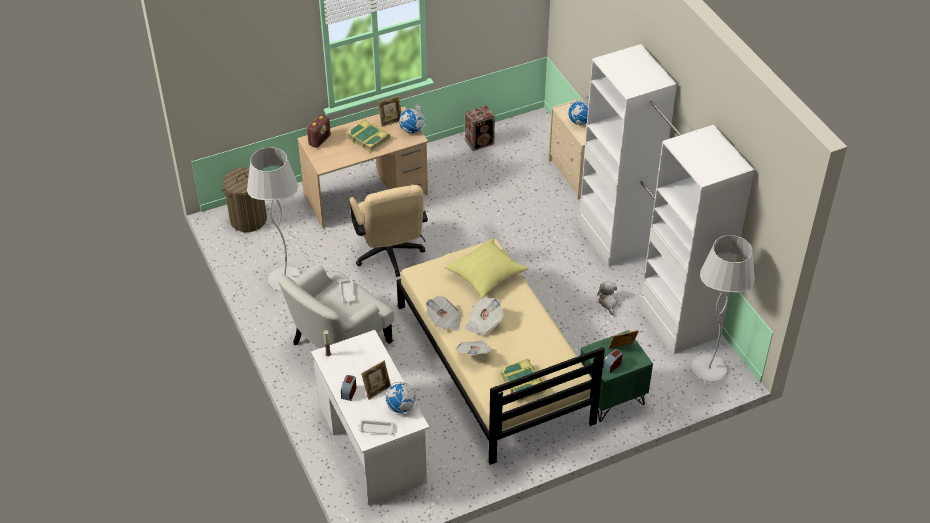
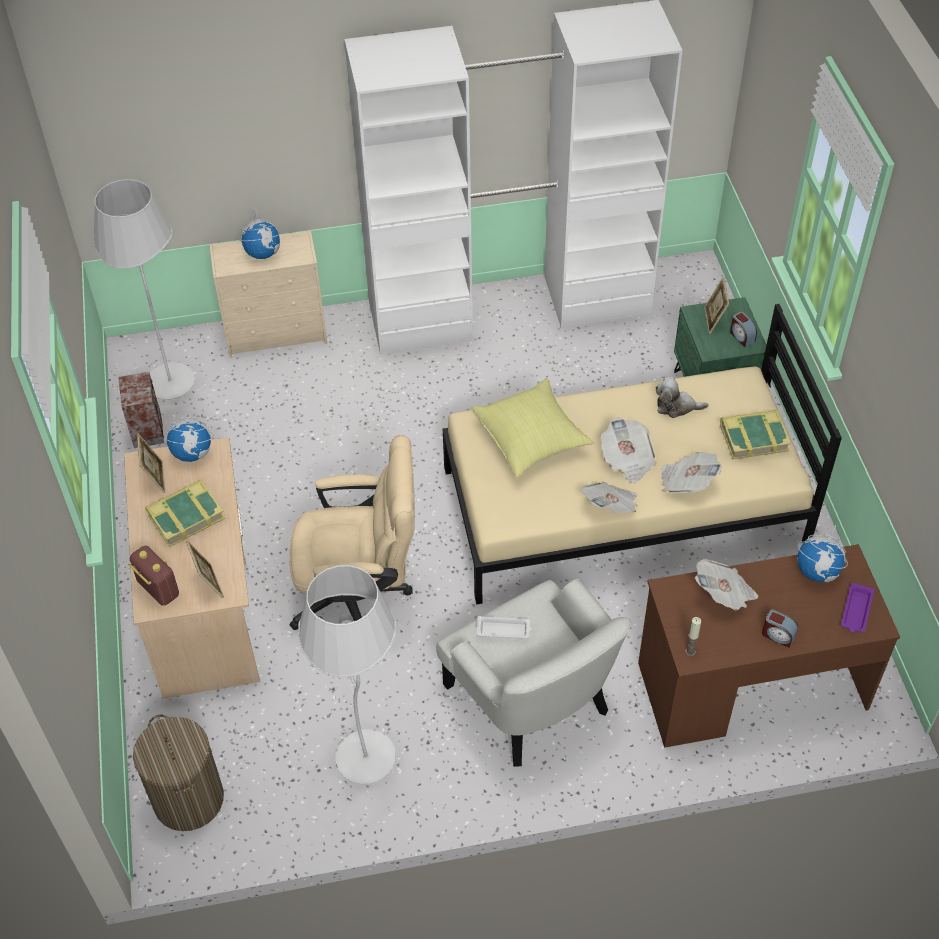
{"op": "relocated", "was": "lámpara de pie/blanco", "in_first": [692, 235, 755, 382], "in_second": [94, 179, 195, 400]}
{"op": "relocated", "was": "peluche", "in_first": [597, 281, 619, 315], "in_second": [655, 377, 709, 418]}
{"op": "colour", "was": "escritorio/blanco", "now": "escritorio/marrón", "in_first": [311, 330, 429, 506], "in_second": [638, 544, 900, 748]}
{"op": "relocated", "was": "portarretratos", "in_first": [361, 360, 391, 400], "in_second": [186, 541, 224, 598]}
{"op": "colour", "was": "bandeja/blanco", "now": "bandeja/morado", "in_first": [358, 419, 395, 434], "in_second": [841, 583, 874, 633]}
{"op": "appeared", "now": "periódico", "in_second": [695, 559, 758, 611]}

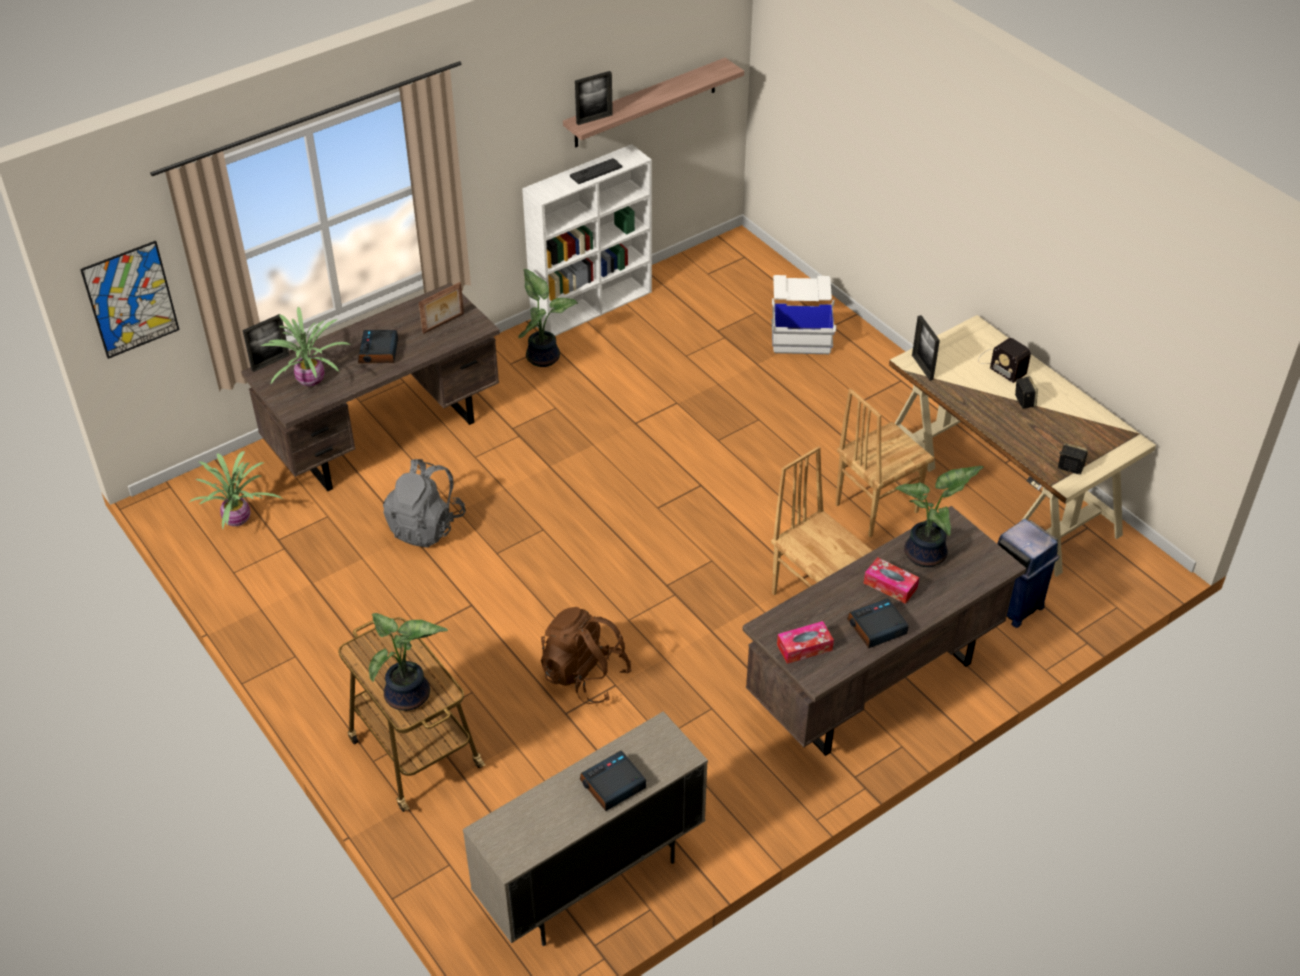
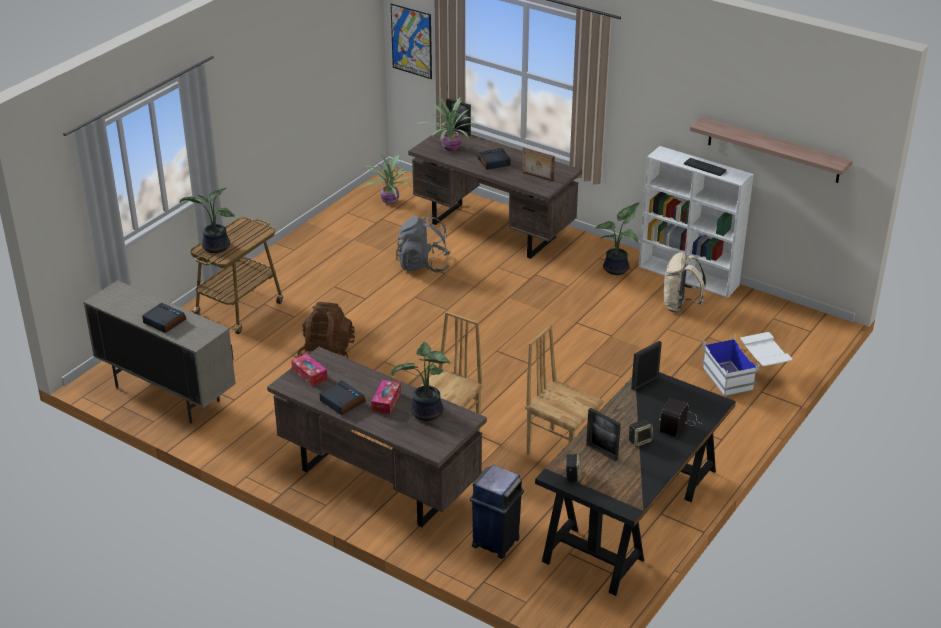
{"op": "relocated", "was": "portarretratos", "in_first": [575, 71, 613, 125], "in_second": [586, 408, 621, 461]}
{"op": "colour", "was": "escritorio/beis", "now": "escritorio/negro", "in_first": [889, 315, 1156, 577], "in_second": [535, 372, 736, 596]}
{"op": "appeared", "now": "mochila/beis", "in_second": [664, 252, 706, 312]}

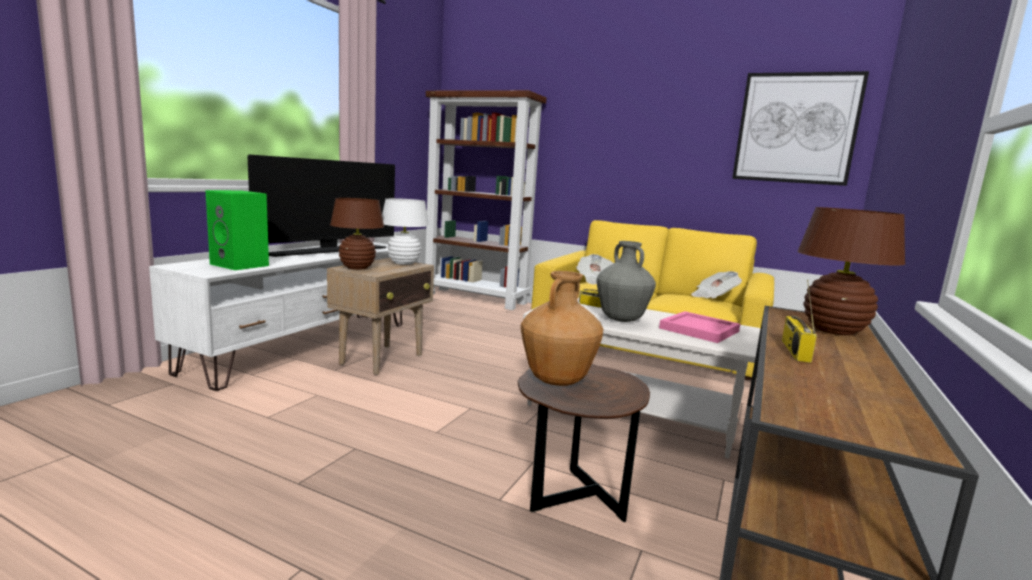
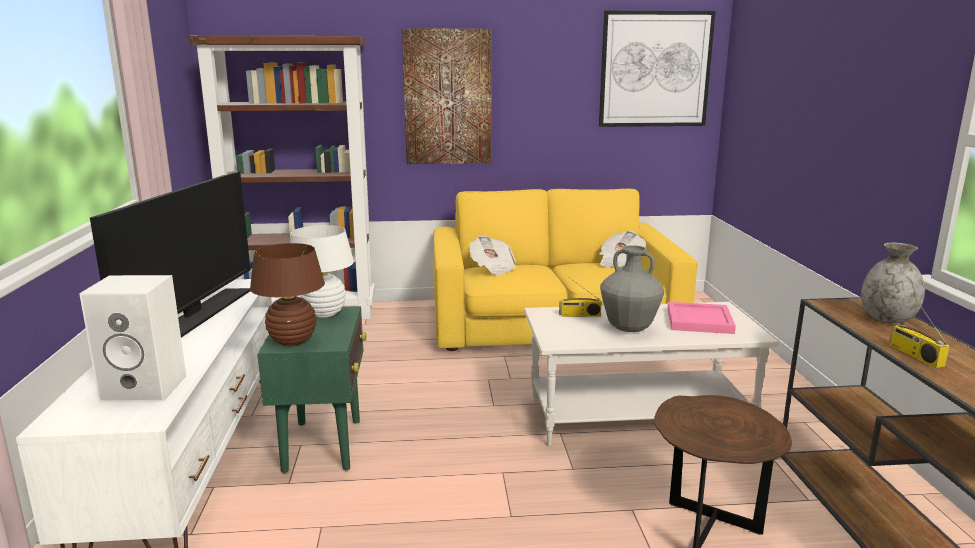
{"op": "colour", "was": "altavoz/verde", "now": "altavoz/blanco", "in_first": [206, 190, 269, 270], "in_second": [79, 275, 186, 402]}
{"op": "exchanged", "was": "lámpara de mesa/marrón", "now": "florero/gris", "in_first": [798, 207, 905, 335], "in_second": [861, 243, 925, 323]}
{"op": "colour", "was": "mesa auxiliar/beis", "now": "mesa auxiliar/verde", "in_first": [327, 258, 434, 375], "in_second": [257, 306, 366, 473]}
{"op": "missing", "was": "florero/marrón", "in_first": [521, 271, 603, 386]}
{"op": "appeared", "now": "cuadro", "in_second": [402, 28, 491, 164]}

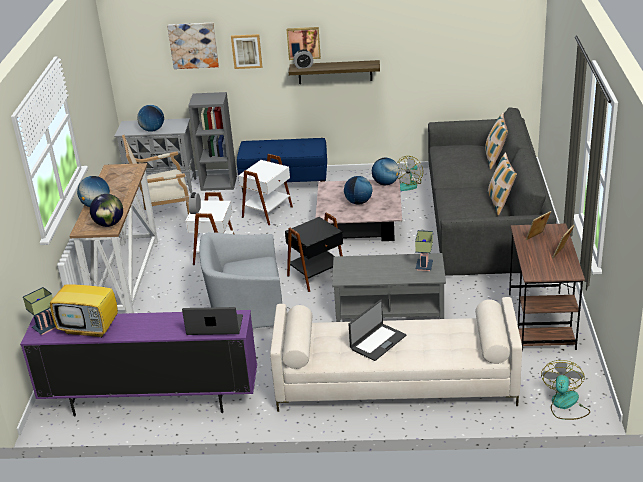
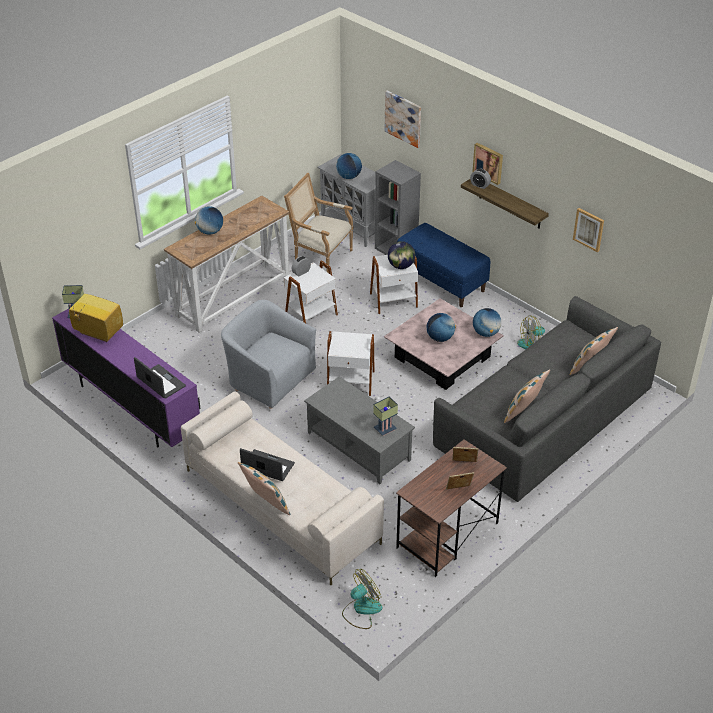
{"op": "relocated", "was": "cuadro", "in_first": [231, 34, 262, 69], "in_second": [573, 208, 604, 252]}
{"op": "relocated", "was": "globo terráqueo", "in_first": [90, 194, 123, 227], "in_second": [388, 241, 415, 269]}
{"op": "colour", "was": "mesa auxiliar/negro", "now": "mesa auxiliar/blanco", "in_first": [285, 212, 343, 292], "in_second": [327, 331, 375, 396]}
{"op": "spun", "was": "televisor", "in_first": [50, 267, 118, 338], "in_second": [69, 294, 123, 342], "clockwise": 150}
{"op": "spun", "was": "portátil", "in_first": [349, 300, 406, 361], "in_second": [240, 448, 295, 481], "clockwise": -150}
{"op": "appeared", "now": "cojín", "in_second": [238, 462, 290, 515]}

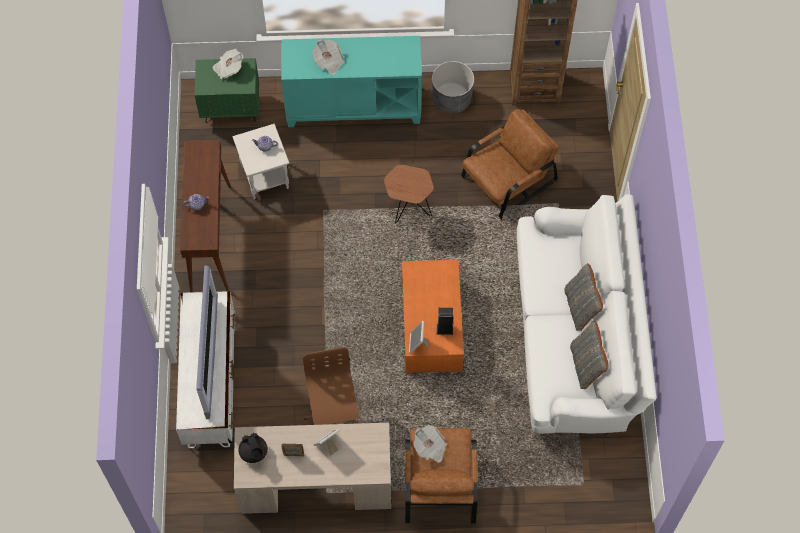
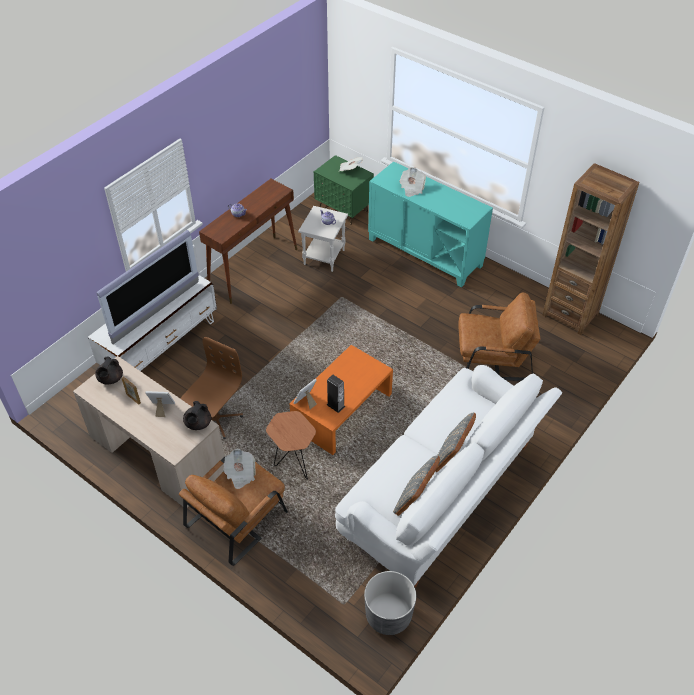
{"op": "relocated", "was": "maceta/gris", "in_first": [432, 61, 474, 114], "in_second": [364, 571, 416, 635]}
{"op": "relocated", "was": "mesa auxiliar/marrón", "in_first": [384, 165, 434, 223], "in_second": [266, 411, 316, 480]}
{"op": "appeared", "now": "tetera/negro", "in_second": [183, 401, 211, 430]}

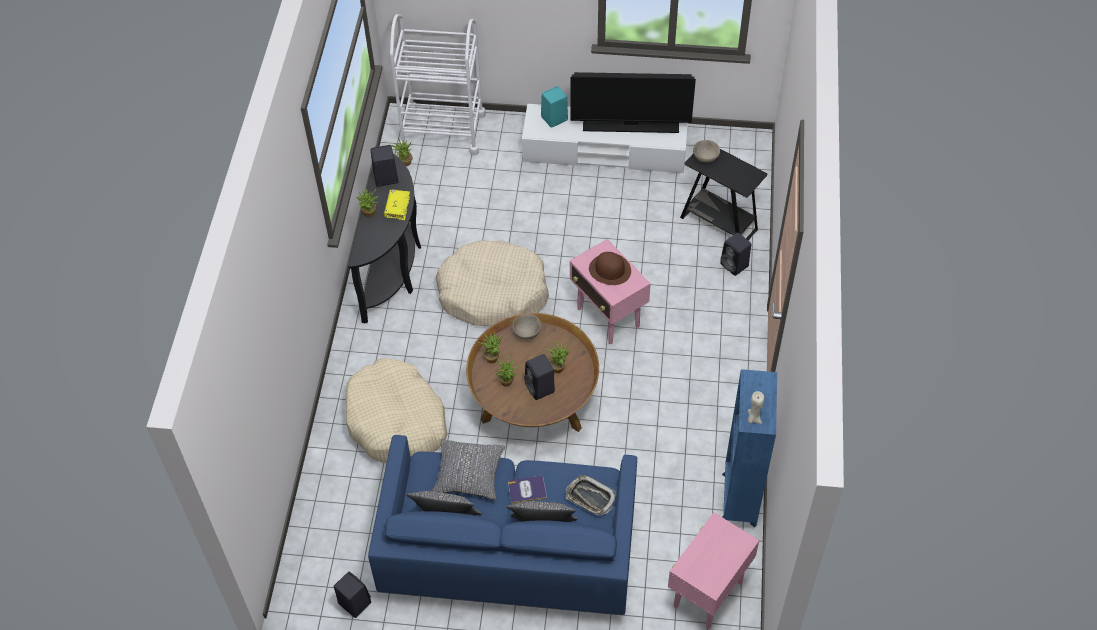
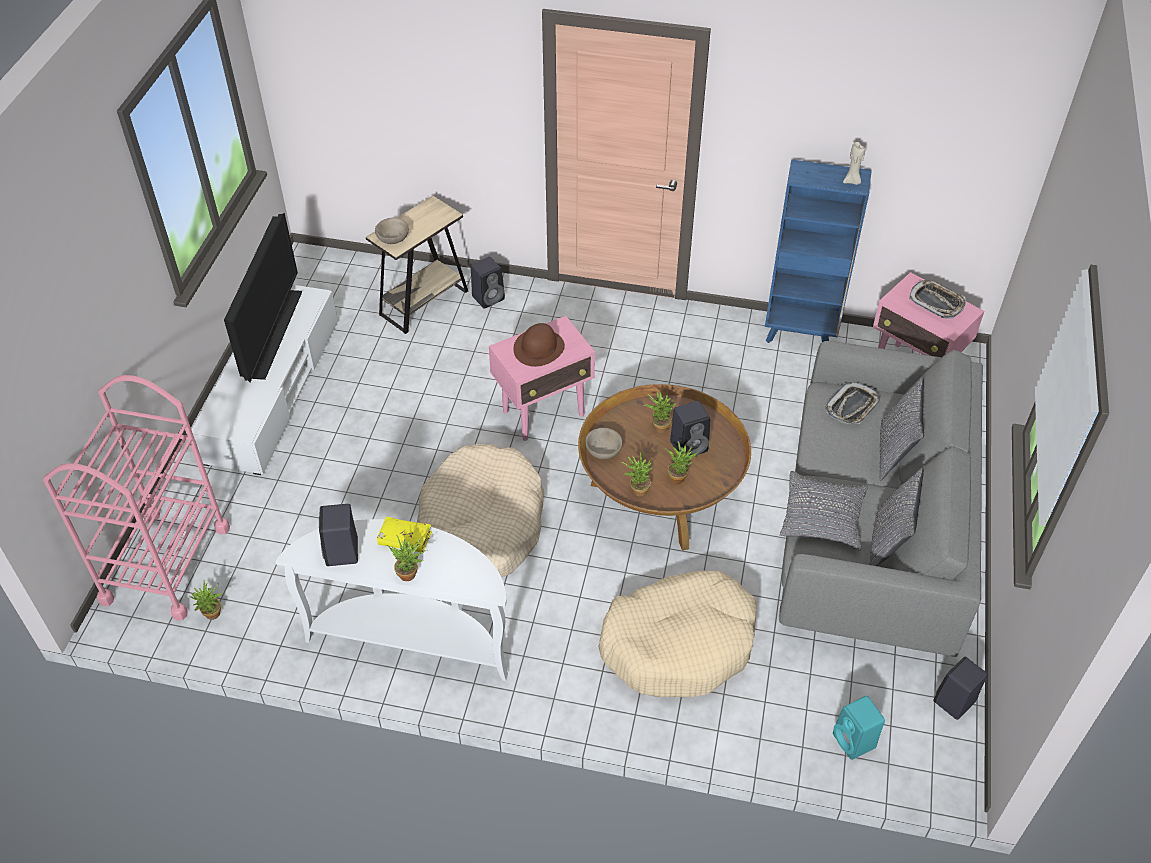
{"op": "colour", "was": "carrito/blanco", "now": "carrito/rosa", "in_first": [390, 14, 486, 156], "in_second": [43, 375, 230, 621]}
{"op": "relocated", "was": "altavoz/turquesa", "in_first": [541, 86, 568, 128], "in_second": [833, 696, 885, 760]}
{"op": "colour", "was": "mesa auxiliar/negro", "now": "mesa auxiliar/beis", "in_first": [680, 149, 768, 240], "in_second": [366, 196, 468, 334]}
{"op": "colour", "was": "mesa consola/negro", "now": "mesa consola/blanco", "in_first": [348, 154, 421, 323], "in_second": [276, 519, 508, 681]}
{"op": "colour", "was": "sofá/azul", "now": "sofá/gris", "in_first": [368, 435, 637, 615], "in_second": [779, 341, 983, 657]}
{"op": "missing", "was": "libro", "in_first": [508, 476, 547, 504]}
{"op": "appeared", "now": "bandeja", "in_second": [909, 280, 966, 319]}

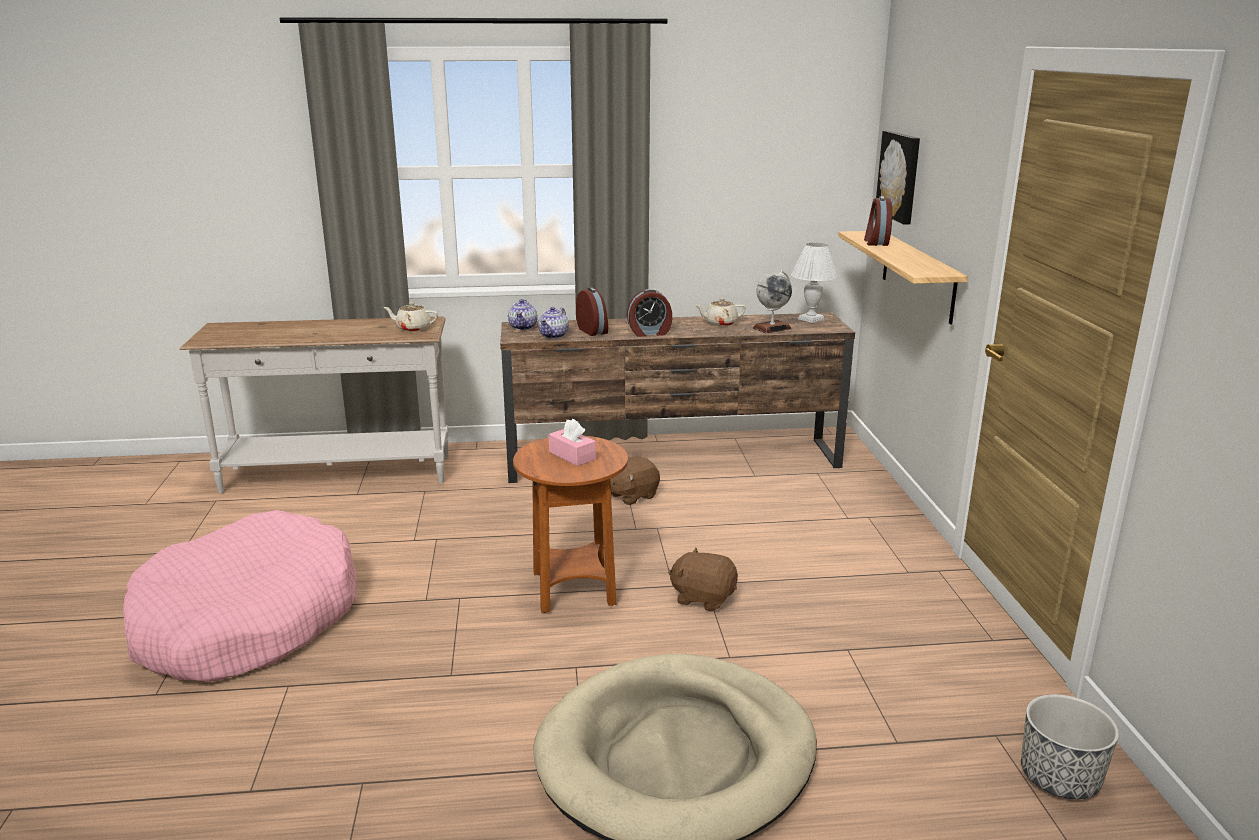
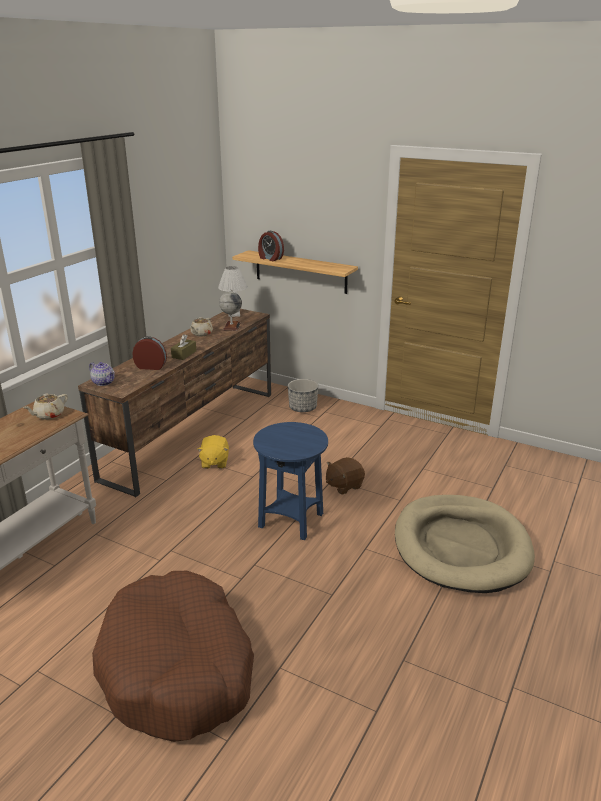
{"op": "missing", "was": "cuadro", "in_first": [876, 131, 920, 225]}
{"op": "exchanged", "was": "despertador", "now": "caja de pañuelos/marrón", "in_first": [627, 289, 672, 337], "in_second": [171, 334, 196, 360]}
{"op": "missing", "was": "tetera", "in_first": [538, 307, 569, 339]}
{"op": "missing", "was": "caja de pañuelos/rosa", "in_first": [549, 419, 596, 466]}
{"op": "colour", "was": "mesa auxiliar/marrón", "now": "mesa auxiliar/azul", "in_first": [513, 436, 628, 613], "in_second": [253, 422, 328, 540]}
{"op": "colour", "was": "peluche/marrón", "now": "peluche/amarillo", "in_first": [610, 456, 660, 505], "in_second": [197, 435, 229, 469]}
{"op": "colour", "was": "cama para perro/rosa", "now": "cama para perro/marrón", "in_first": [123, 510, 356, 682], "in_second": [92, 571, 254, 742]}
{"op": "relocated", "was": "maceta", "in_first": [1021, 694, 1119, 799], "in_second": [288, 379, 318, 412]}

